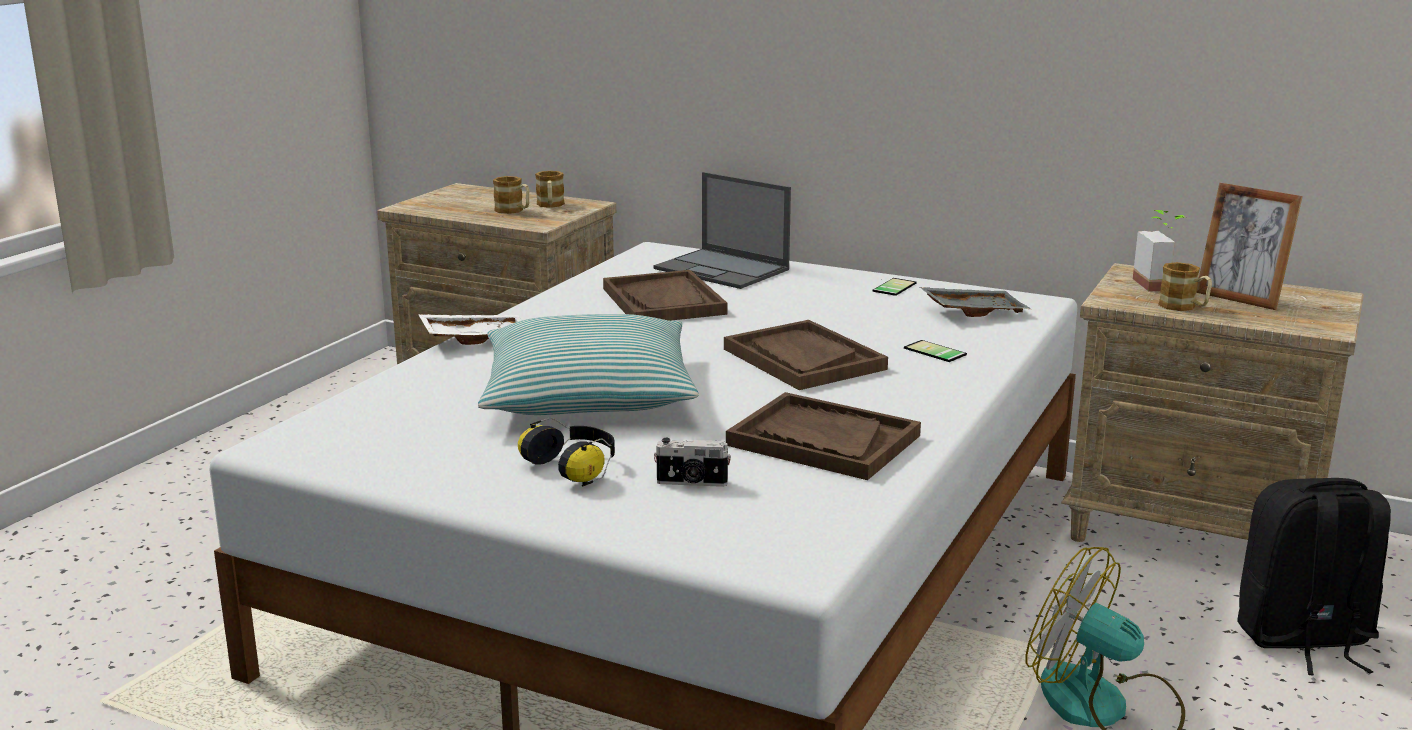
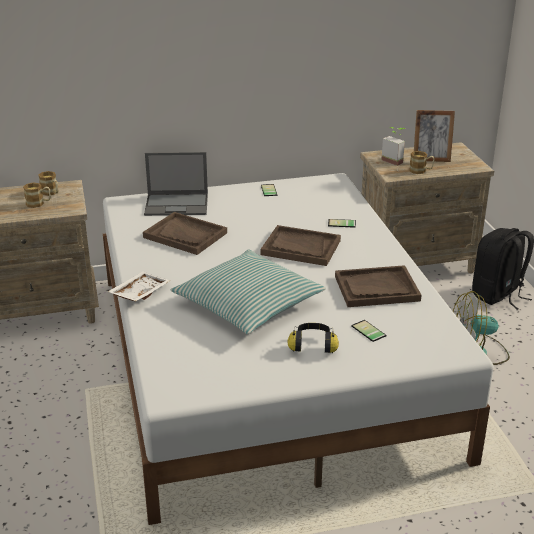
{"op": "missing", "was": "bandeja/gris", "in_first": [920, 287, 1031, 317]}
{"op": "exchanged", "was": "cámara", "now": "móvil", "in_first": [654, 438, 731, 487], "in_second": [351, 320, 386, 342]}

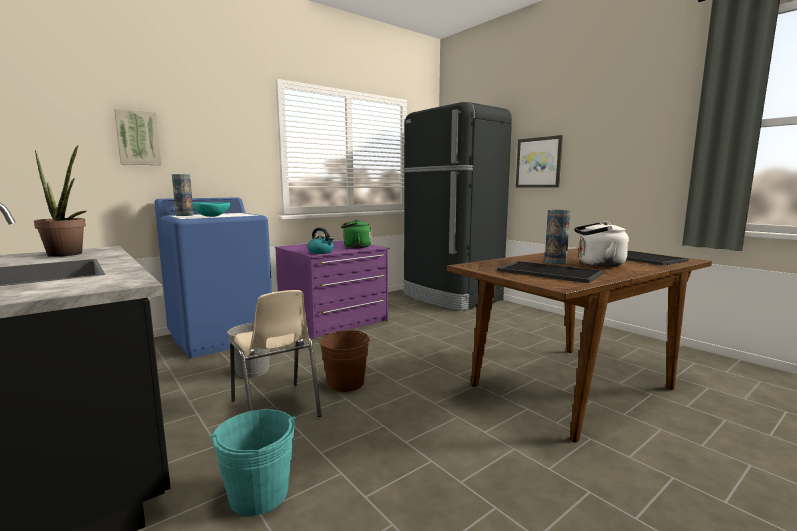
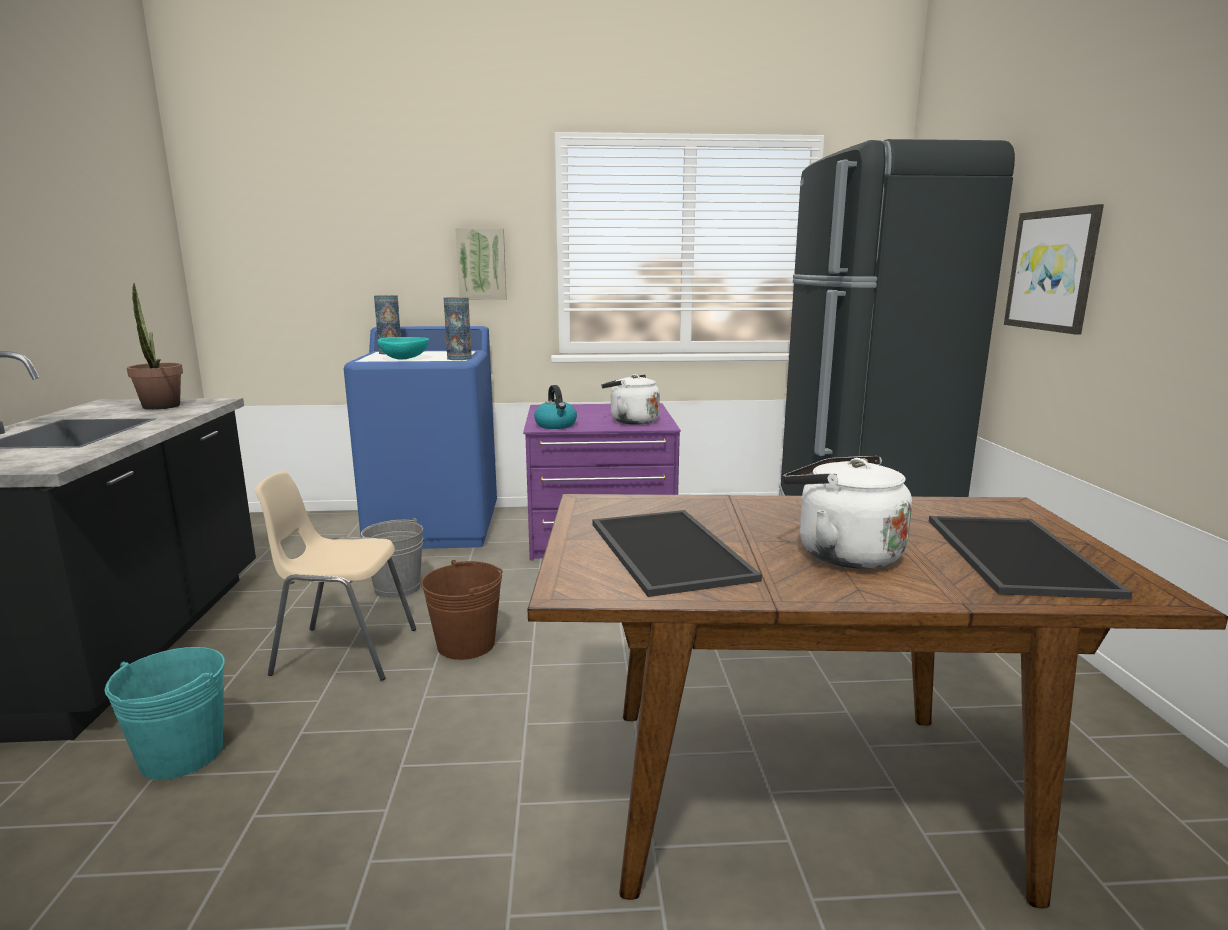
{"op": "relocated", "was": "cuadro", "in_first": [114, 109, 161, 165], "in_second": [455, 228, 507, 300]}
{"op": "relocated", "was": "florero", "in_first": [545, 209, 571, 264], "in_second": [444, 297, 472, 360]}
{"op": "colour", "was": "hervidor/verde", "now": "hervidor/blanco", "in_first": [341, 220, 372, 248], "in_second": [601, 374, 660, 425]}
{"op": "spun", "was": "silla/beis", "in_first": [230, 290, 322, 417], "in_second": [254, 471, 416, 681], "clockwise": 90}

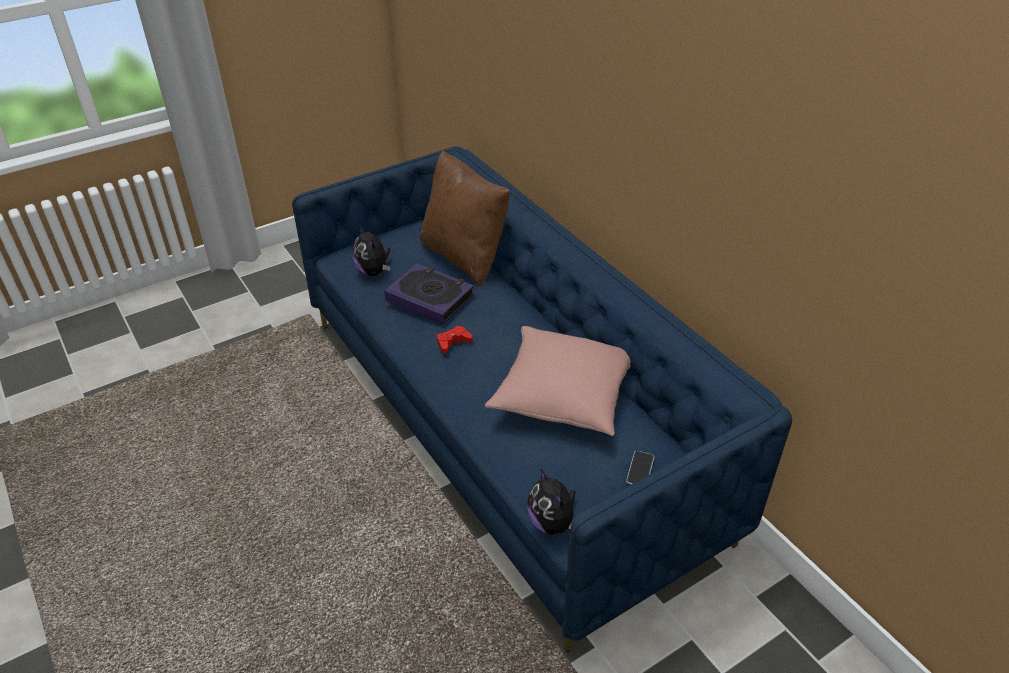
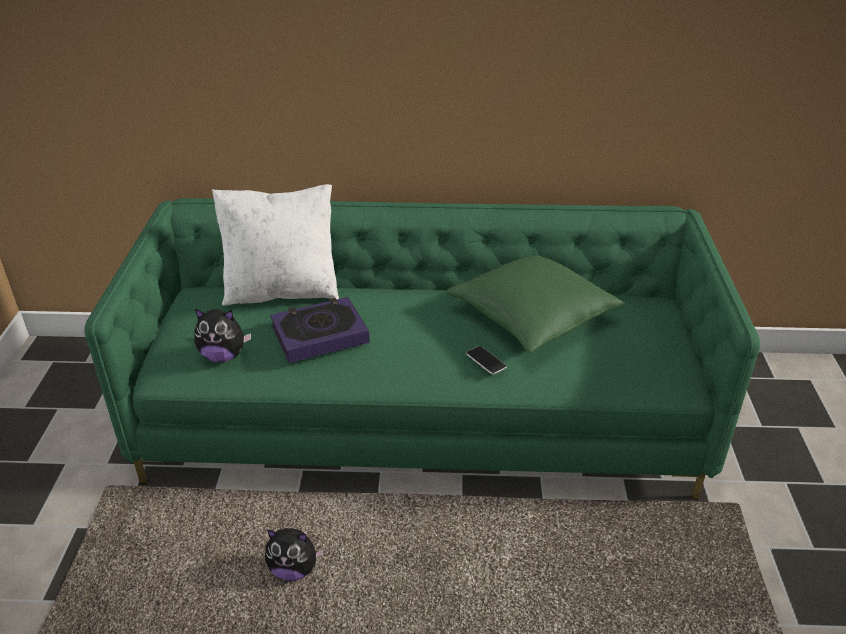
{"op": "colour", "was": "sofá/azul", "now": "sofá/verde", "in_first": [292, 146, 792, 652], "in_second": [84, 198, 760, 500]}
{"op": "colour", "was": "cojín/marrón", "now": "cojín/blanco", "in_first": [420, 150, 510, 286], "in_second": [212, 184, 339, 306]}
{"op": "missing", "was": "mando de consola/rojo", "in_first": [437, 326, 473, 353]}
{"op": "colour", "was": "cojín/rosa", "now": "cojín/verde", "in_first": [485, 326, 630, 436], "in_second": [446, 255, 625, 353]}
{"op": "relocated", "was": "móvil", "in_first": [626, 451, 654, 484], "in_second": [466, 346, 507, 375]}
{"op": "relocated", "was": "peluche", "in_first": [527, 468, 575, 535], "in_second": [265, 528, 324, 581]}

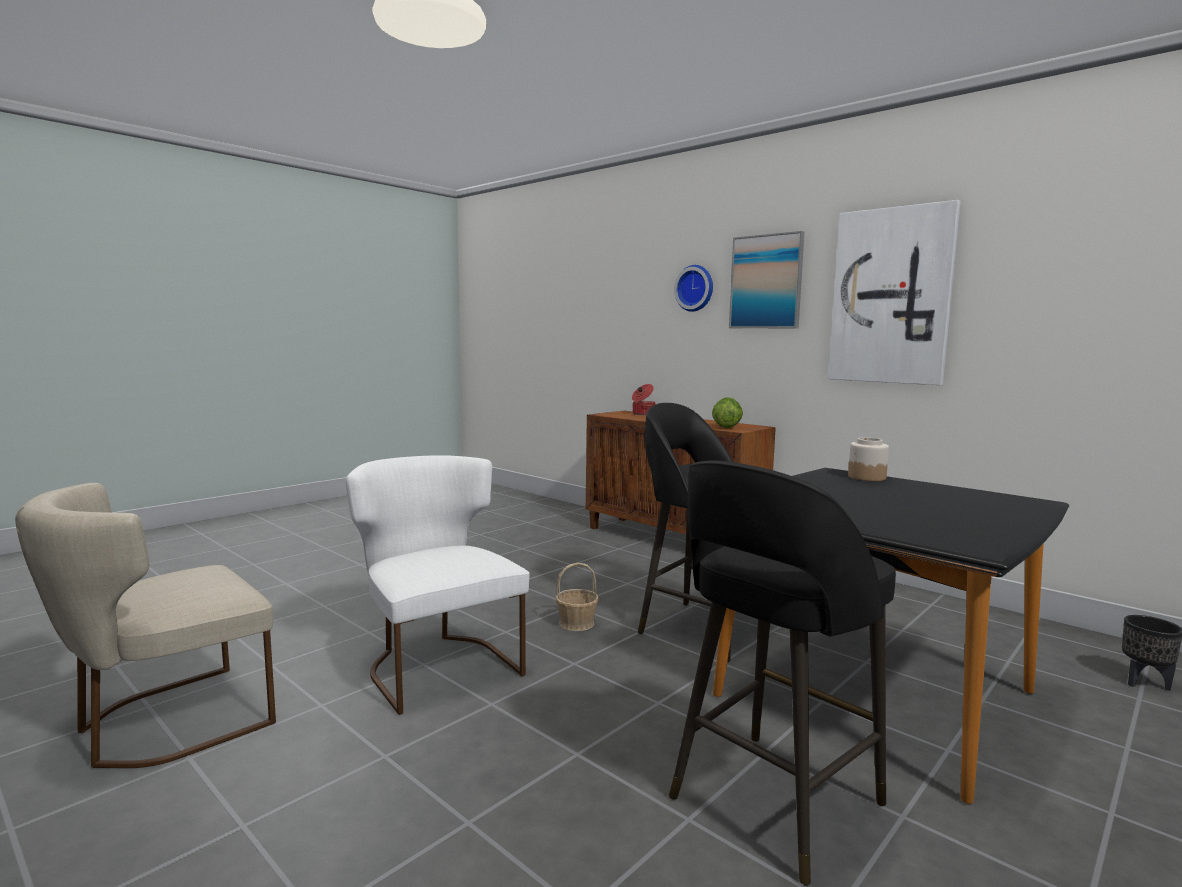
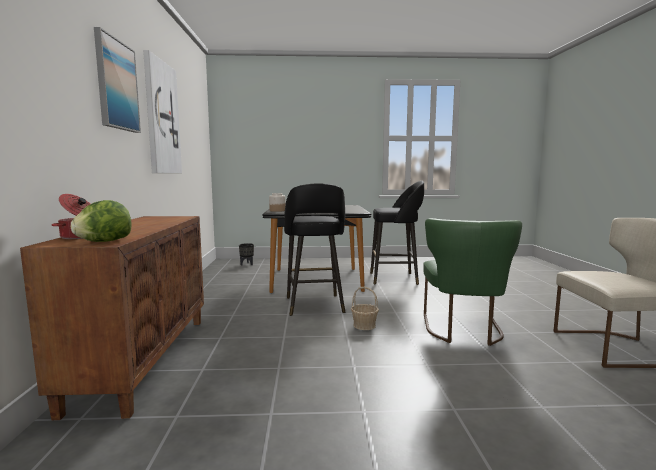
{"op": "missing", "was": "reloj de pared", "in_first": [674, 265, 713, 312]}
{"op": "relocated", "was": "lechuga", "in_first": [712, 397, 743, 428], "in_second": [71, 200, 132, 242]}
{"op": "colour", "was": "silla/blanco", "now": "silla/verde", "in_first": [346, 455, 530, 715], "in_second": [423, 218, 522, 346]}

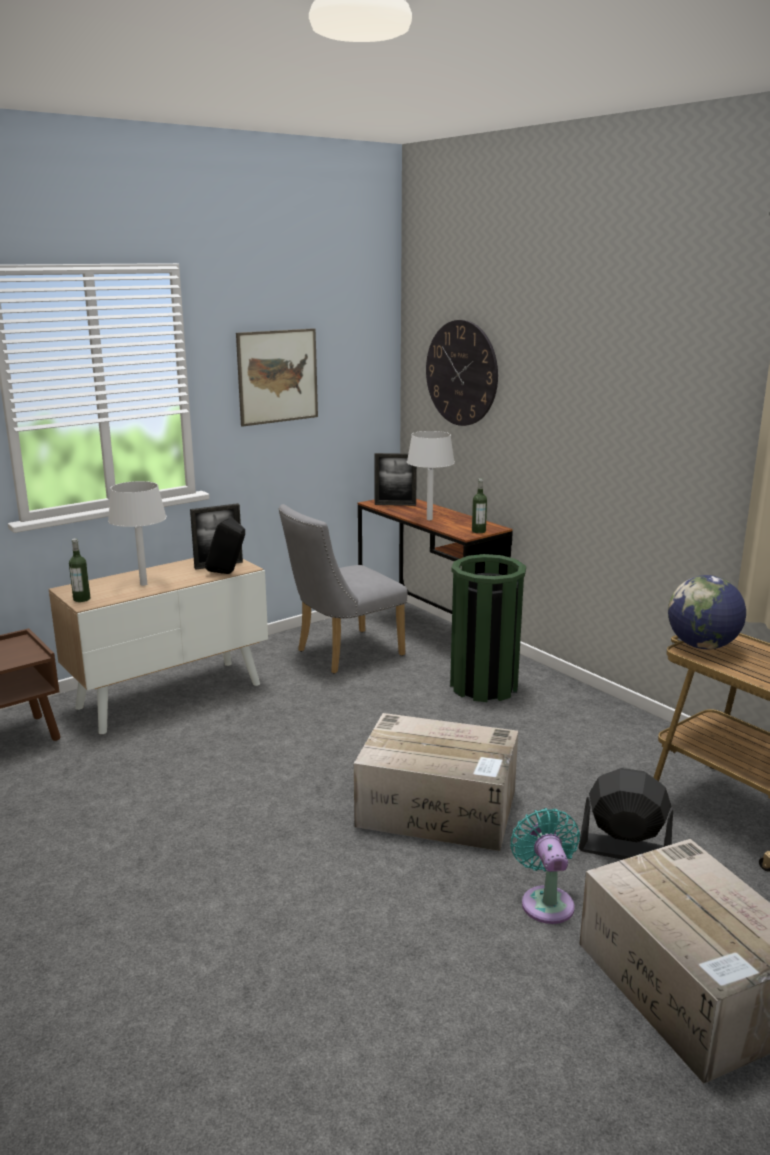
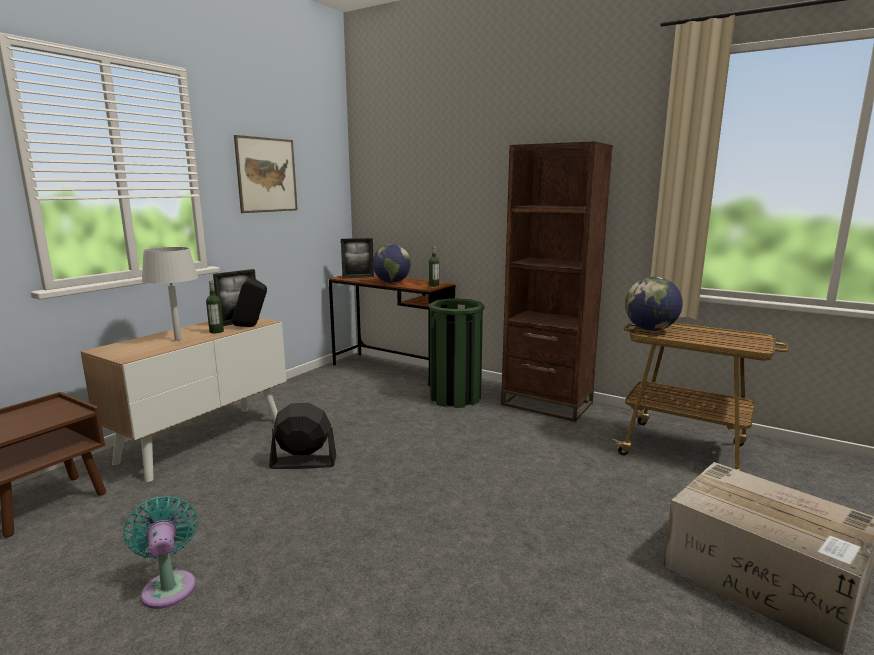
{"op": "missing", "was": "reloj de pared", "in_first": [426, 320, 498, 426]}
{"op": "exchanged", "was": "lámpara de mesa/gris", "now": "globo terráqueo", "in_first": [407, 431, 455, 520], "in_second": [373, 244, 411, 283]}
{"op": "missing", "was": "silla/gris", "in_first": [279, 504, 407, 674]}
{"op": "relocated", "was": "botella", "in_first": [69, 539, 90, 602], "in_second": [206, 281, 224, 333]}
{"op": "missing", "was": "caja de cartón", "in_first": [354, 713, 518, 851]}
{"op": "relocated", "was": "ventilador/negro", "in_first": [579, 768, 673, 860], "in_second": [269, 403, 336, 469]}
{"op": "relocated", "was": "ventilador/turquesa", "in_first": [510, 808, 580, 924], "in_second": [123, 496, 197, 609]}
{"op": "appeared", "now": "estantería/marrón", "in_second": [501, 142, 613, 422]}

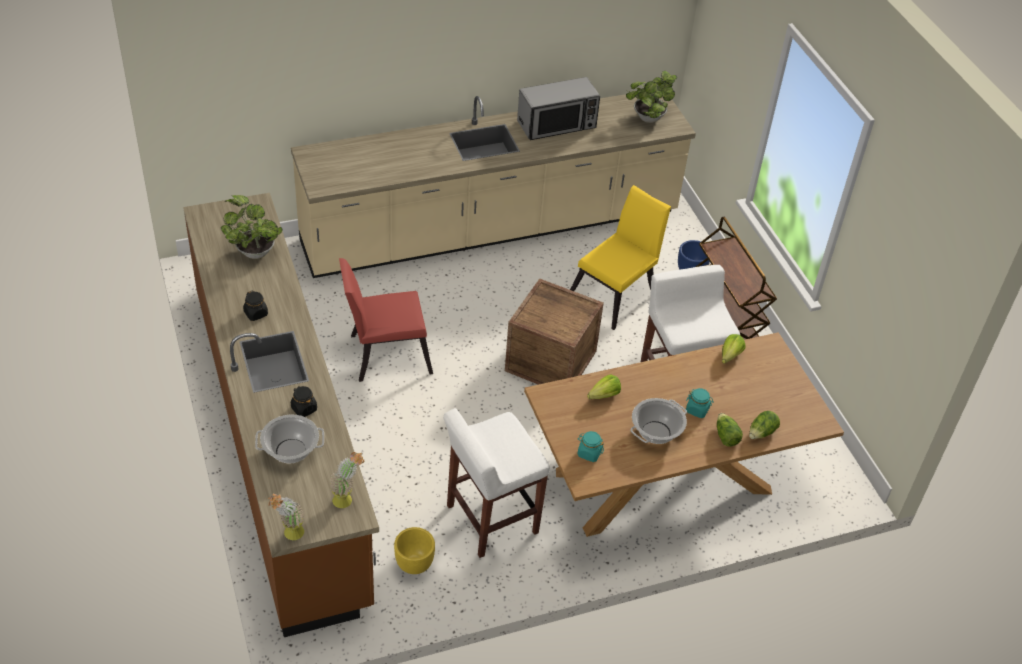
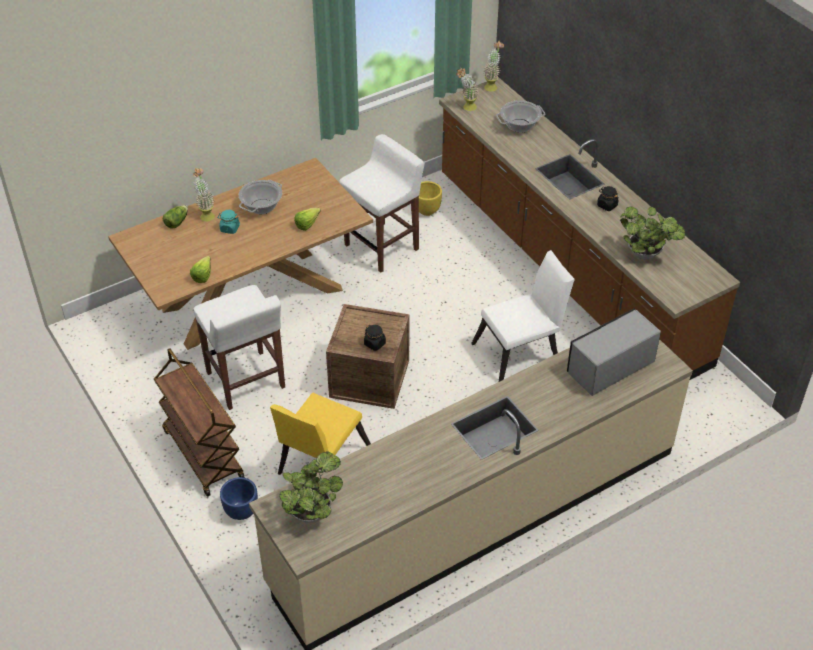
{"op": "relocated", "was": "microondas", "in_first": [517, 77, 600, 140], "in_second": [567, 309, 661, 396]}
{"op": "colour", "was": "silla/rojo", "now": "silla/blanco", "in_first": [339, 258, 433, 382], "in_second": [471, 250, 575, 382]}
{"op": "relocated", "was": "tarro/negro", "in_first": [291, 386, 317, 417], "in_second": [364, 325, 386, 351]}
{"op": "exchanged", "was": "lechuga", "now": "planta en maceta", "in_first": [717, 413, 743, 447], "in_second": [193, 168, 215, 222]}
{"op": "missing", "was": "tarro/turquesa", "in_first": [577, 431, 604, 462]}

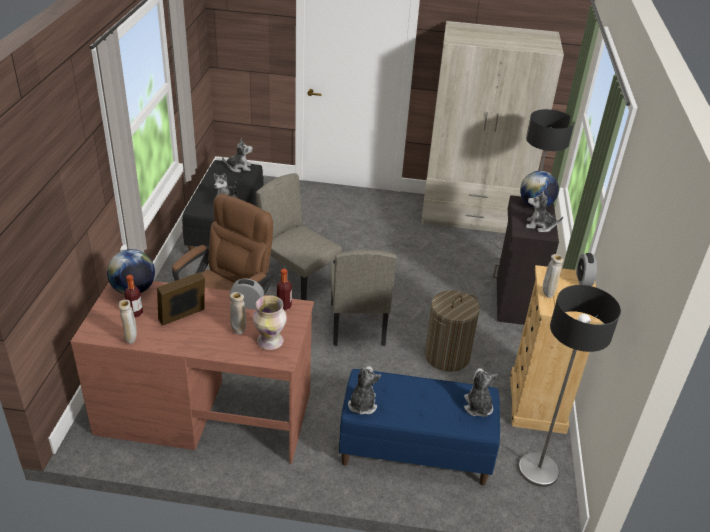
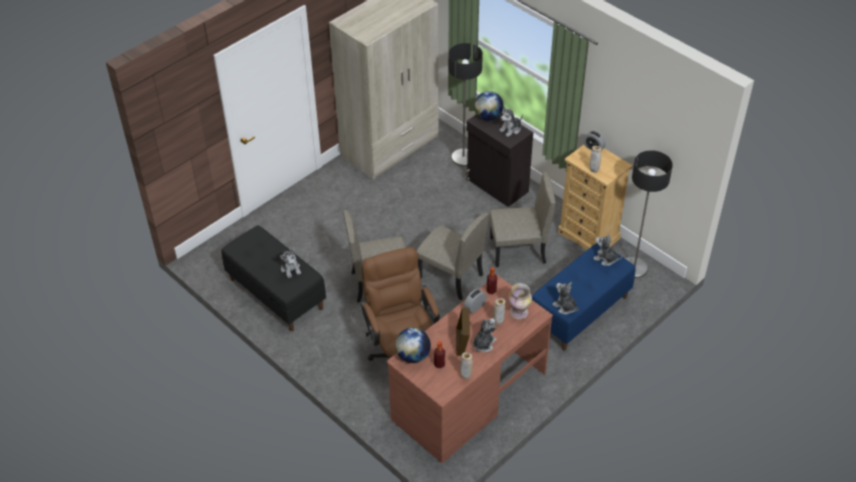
{"op": "relocated", "was": "peluche", "in_first": [222, 138, 253, 173], "in_second": [473, 318, 496, 352]}
{"op": "exchanged", "was": "cesto de la ropa", "now": "silla/beis", "in_first": [425, 290, 480, 372], "in_second": [490, 172, 556, 267]}

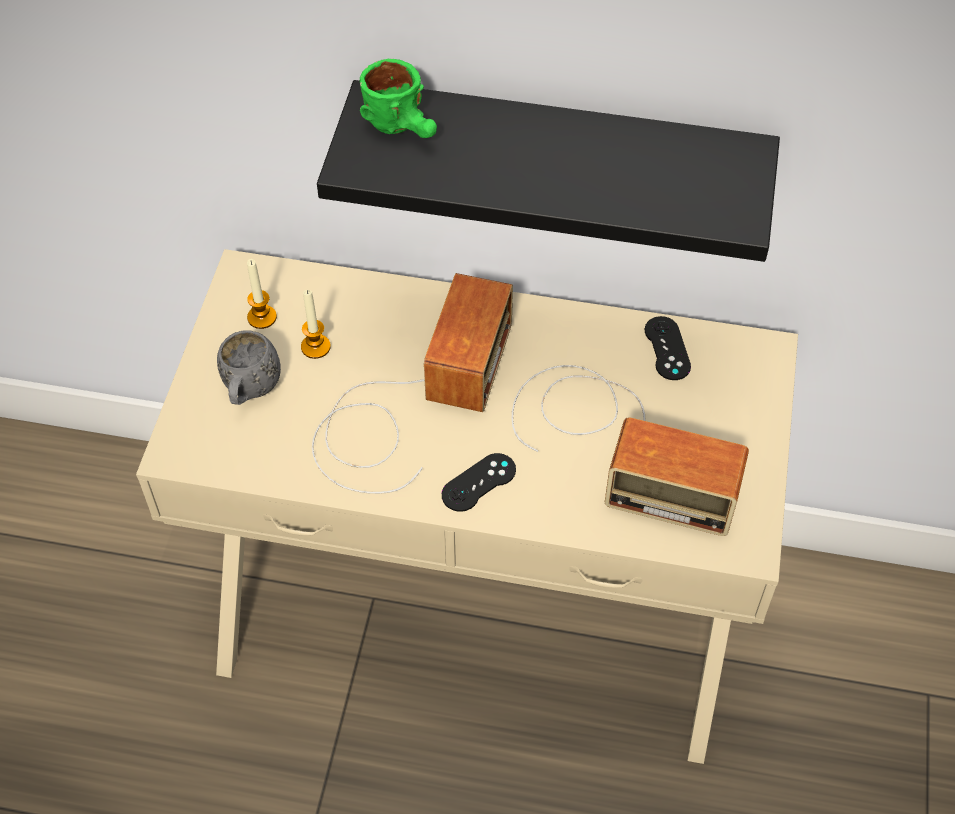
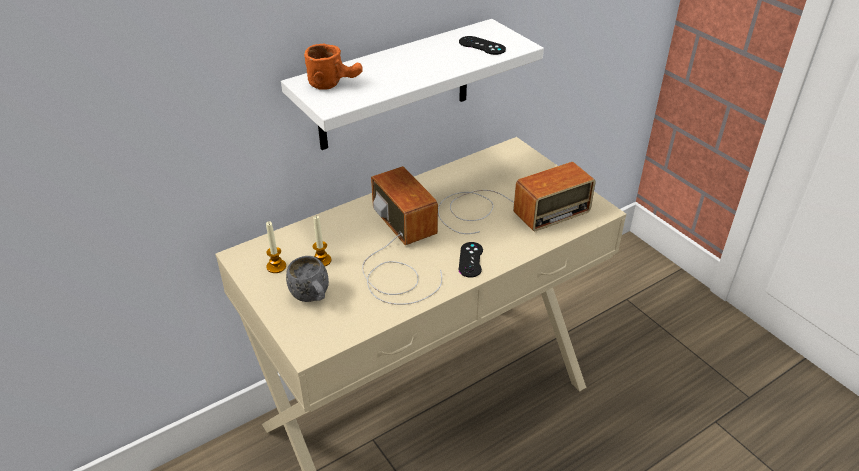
{"op": "colour", "was": "taza grande/verde", "now": "taza grande/naranja", "in_first": [360, 59, 437, 138], "in_second": [304, 43, 363, 90]}
{"op": "colour", "was": "estante/negro", "now": "estante/blanco", "in_first": [317, 80, 780, 262], "in_second": [281, 19, 544, 150]}
{"op": "relocated", "was": "mando de consola/negro", "in_first": [645, 316, 691, 380], "in_second": [459, 36, 506, 55]}

